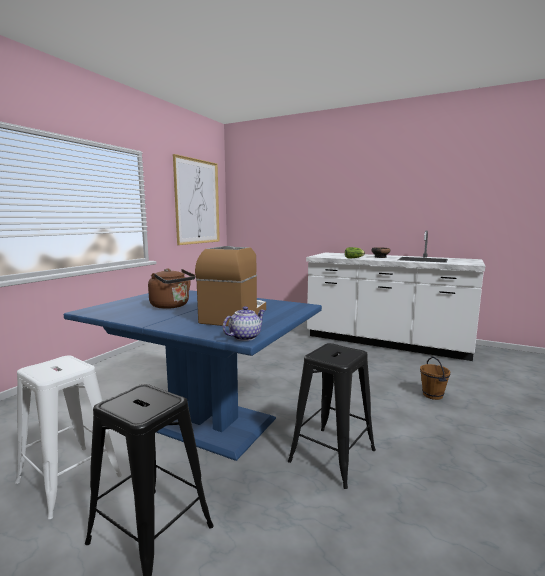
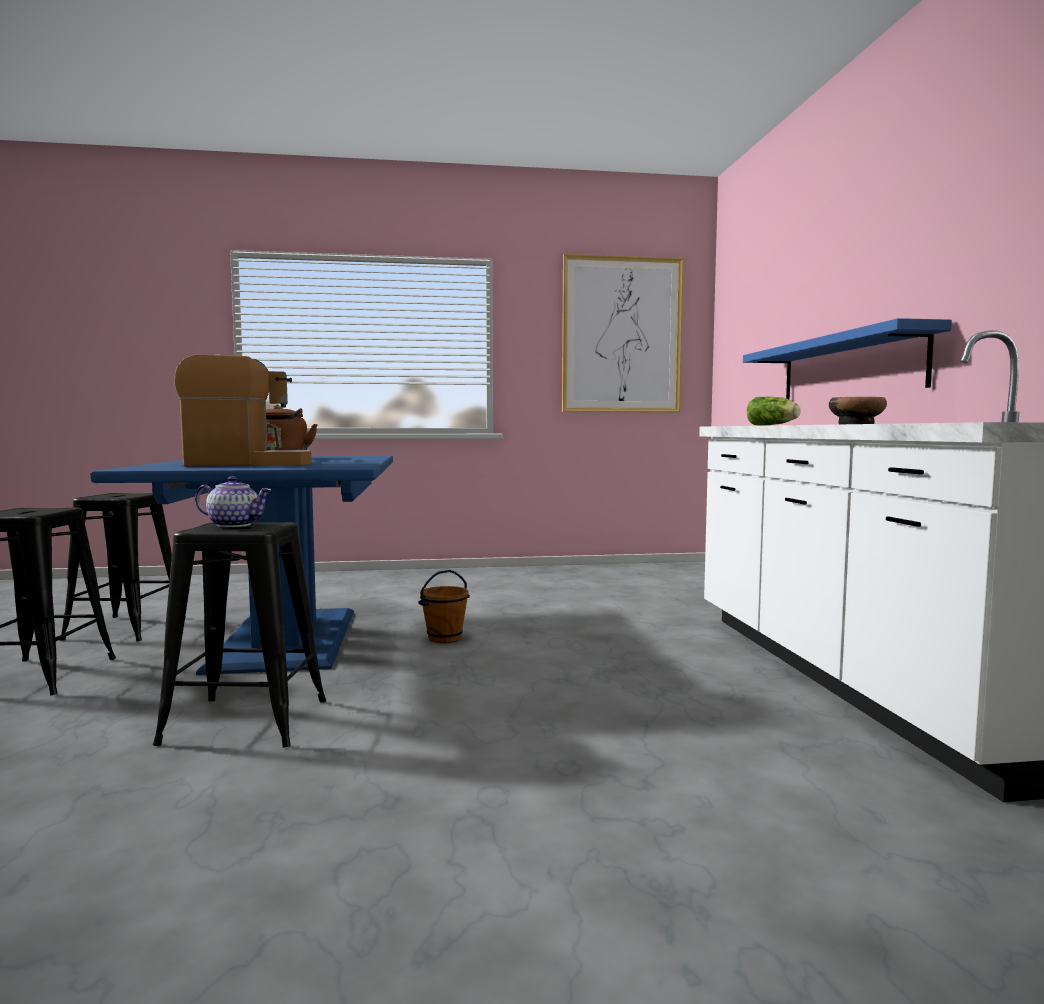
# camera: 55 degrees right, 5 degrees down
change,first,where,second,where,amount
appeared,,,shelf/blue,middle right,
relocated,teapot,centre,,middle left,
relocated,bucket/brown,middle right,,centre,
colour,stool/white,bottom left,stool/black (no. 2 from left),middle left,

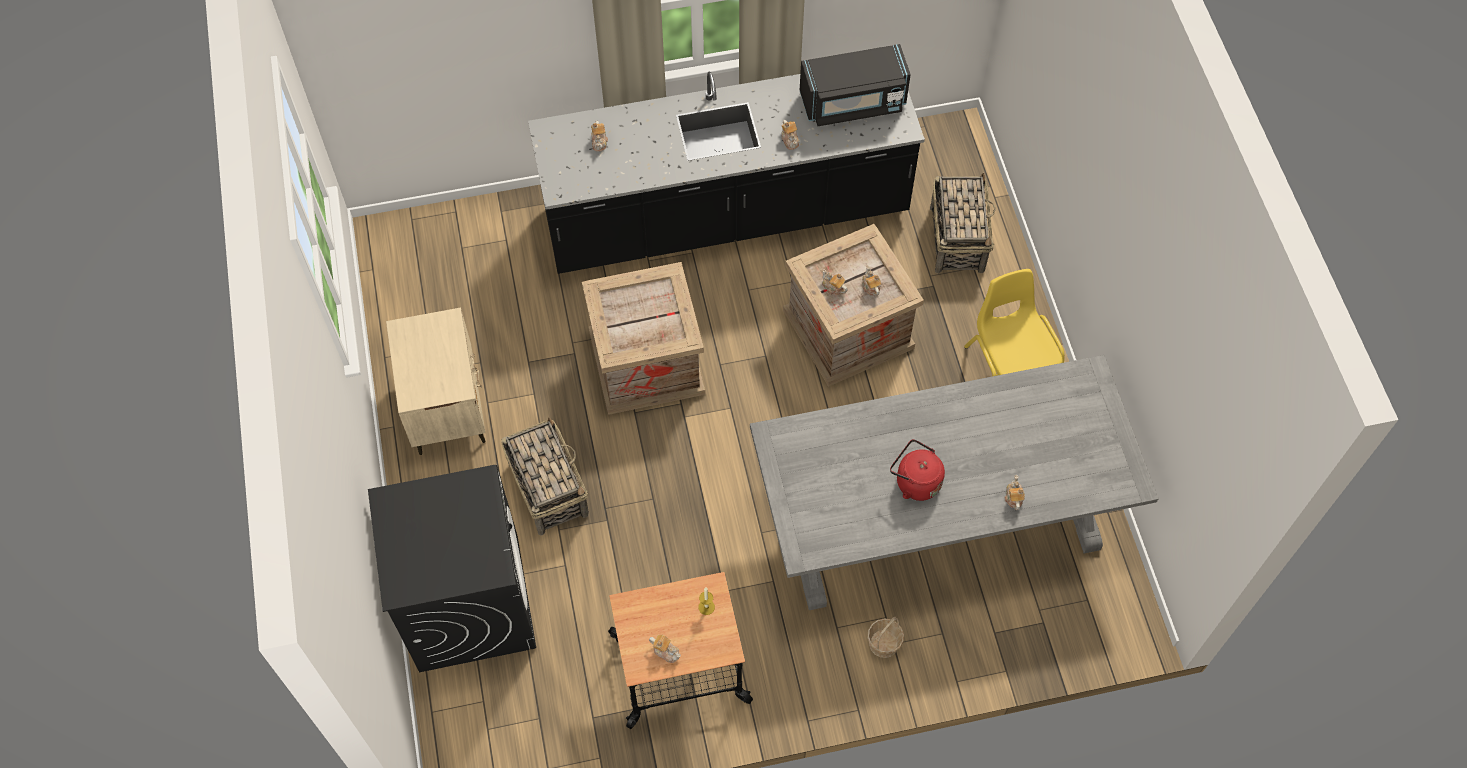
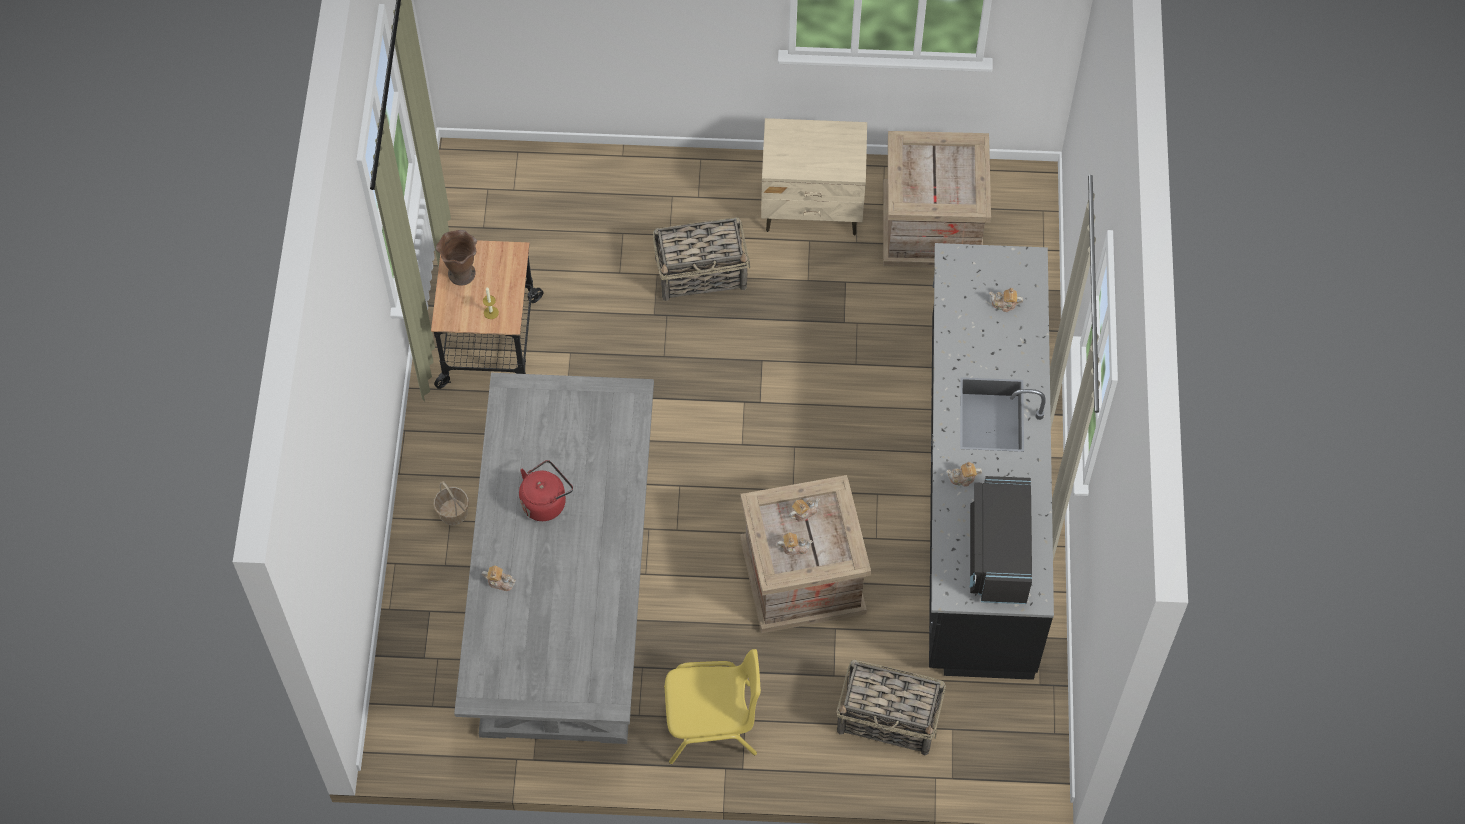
# camera: 105 degrees right, 0 degrees up
change,first,where,second,where,amount
missing,washing machine/black,bottom left,,,
relocated,crate (no. 1 from left in the first image),centre,crate (no. 2 from left),top centre,
exchanged,teapot (no. 2 from left),bottom centre,vase/brown,top left,

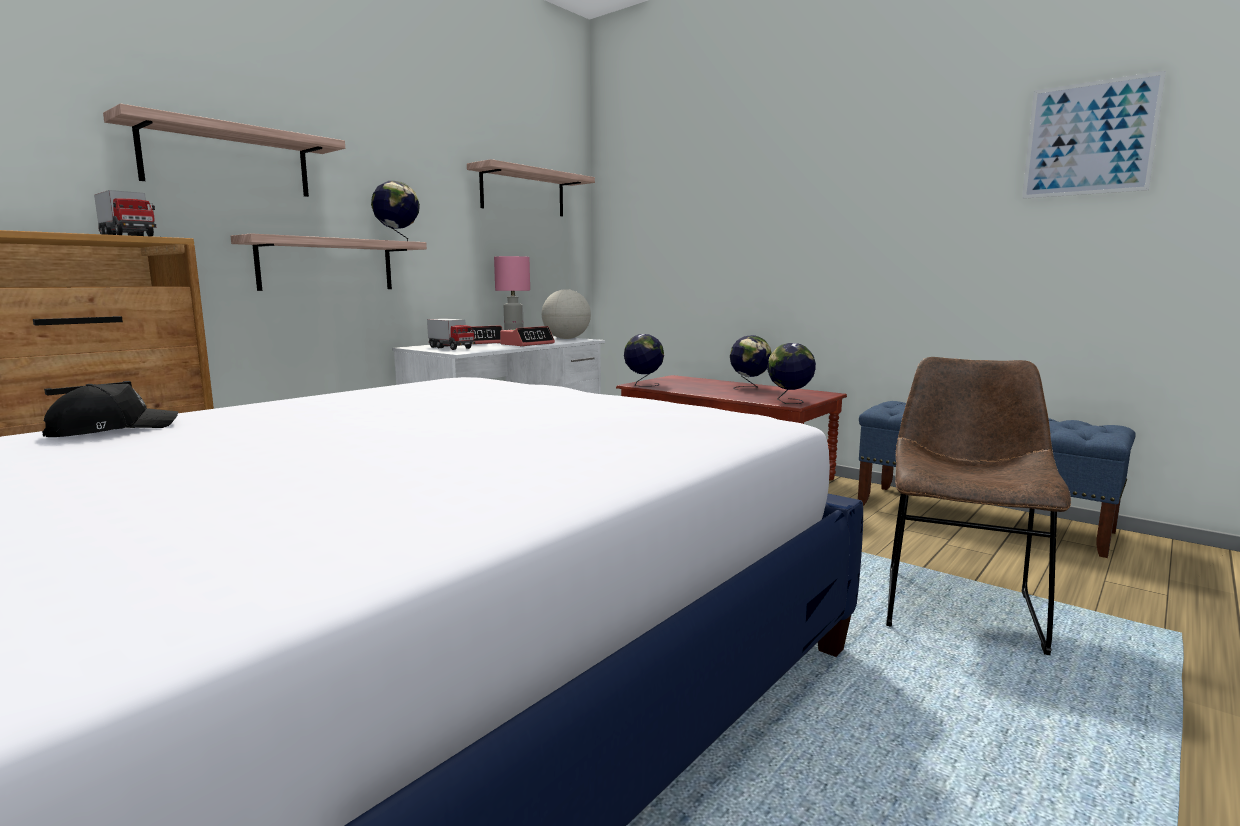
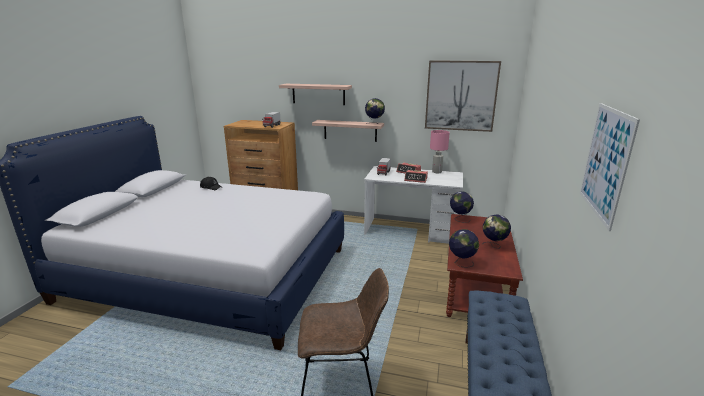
# camera: 65 degrees right, 10 degrees up
change,first,where,second,where,amount
missing,globe (no. 2 from left),centre,,,
exchanged,shelf (no. 3 from left),top centre,picture (no. 1 from left),top centre,

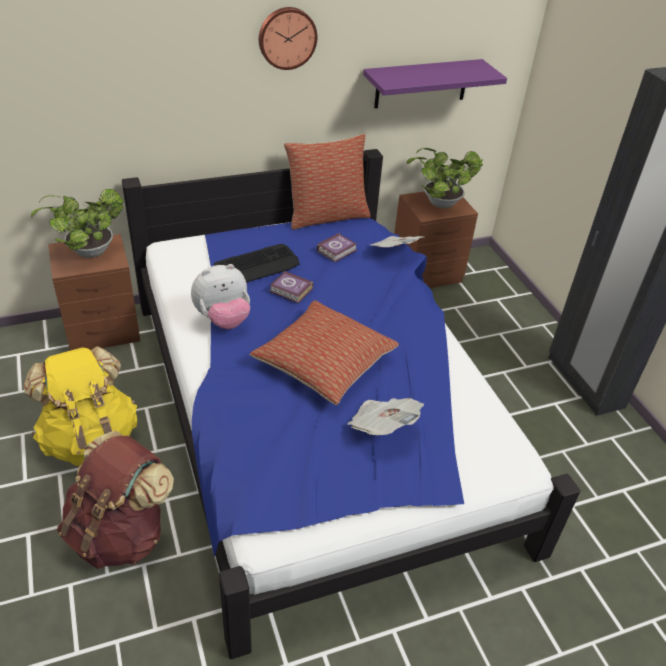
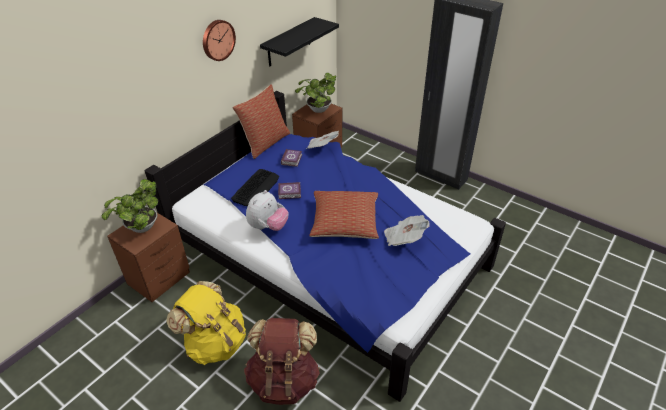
# camera: 30 degrees left, 0 degrees up
change,first,where,second,where,amount
colour,shelf/purple,top centre,shelf/black,top centre,

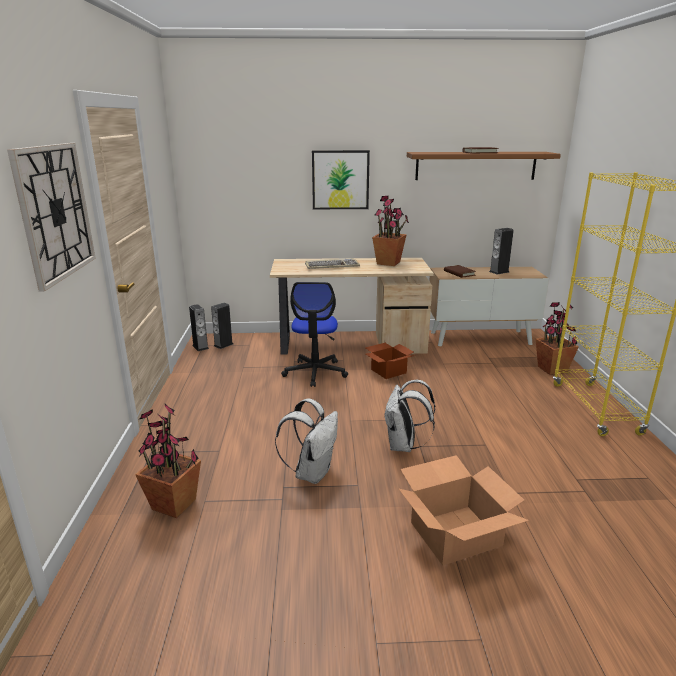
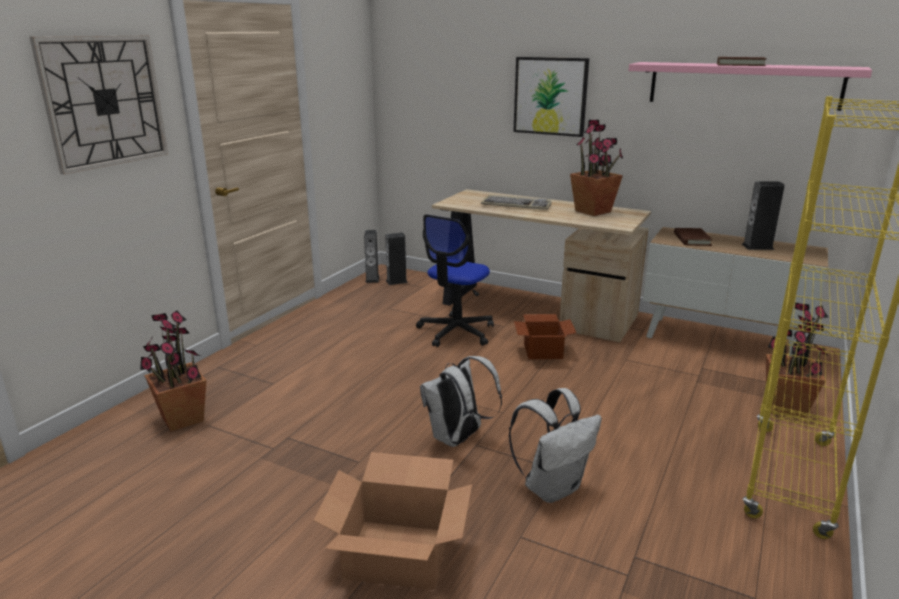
# camera: 30 degrees right, 0 degrees up
change,first,where,second,where,amount
relocated,backpack/white (no. 1 from left in the first image),centre,backpack/white (no. 2 from left),bottom centre,
colour,shelf/brown,top right,shelf/pink,top right,

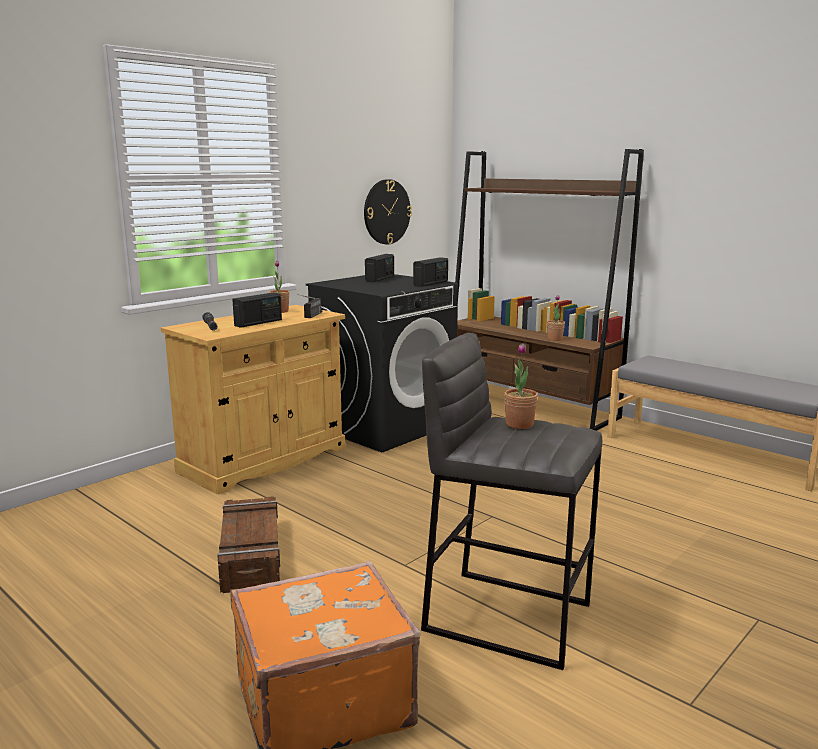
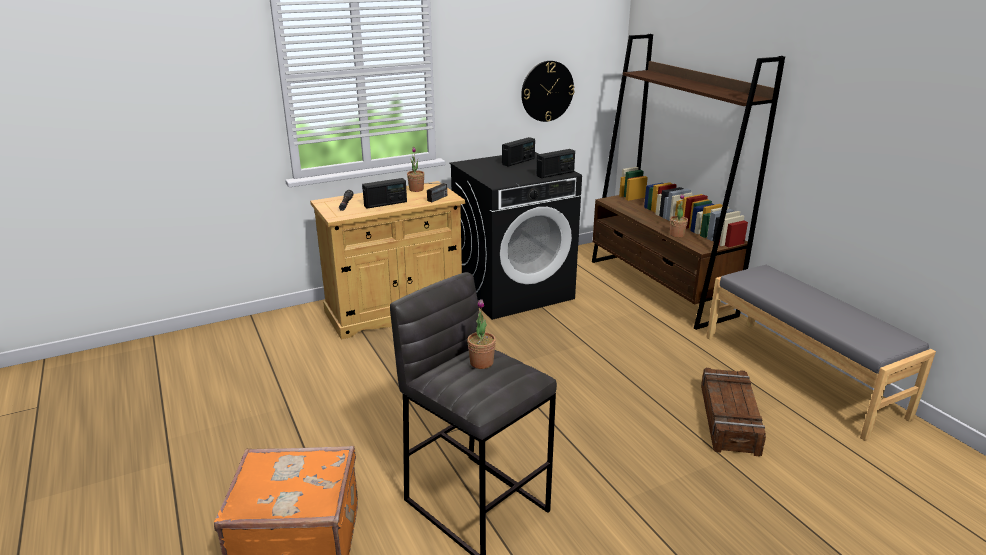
# camera: 20 degrees right, 10 degrees up
change,first,where,second,where,amount
relocated,crate,bottom left,,bottom right,

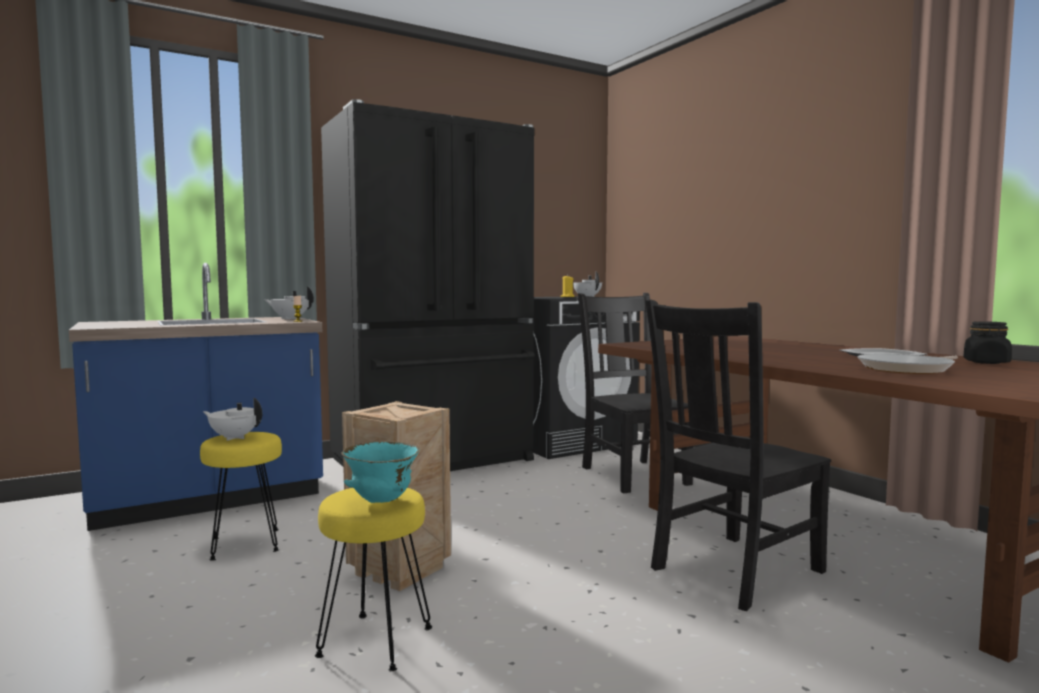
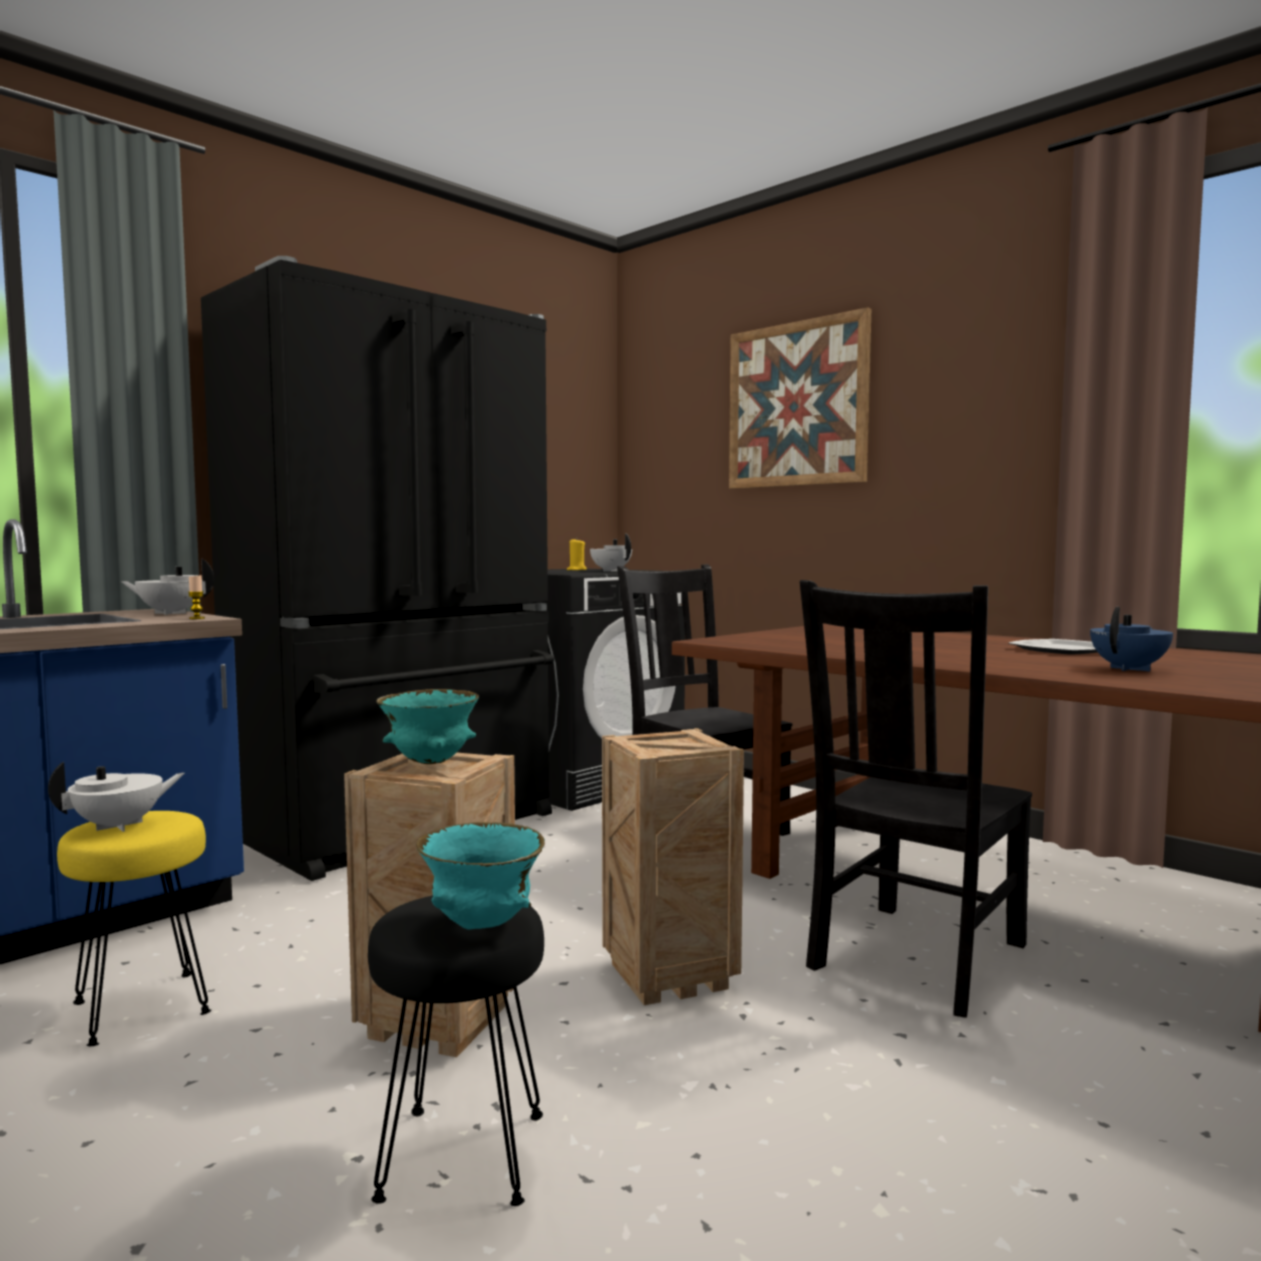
# camera: 15 degrees left, 0 degrees up
change,first,where,second,where,amount
missing,jar/black,middle right,,,
appeared,,,bowl/turquoise (no. 1 from left),centre,
appeared,,,crate (no. 2 from left),bottom centre,
appeared,,,picture,top centre,
exchanged,frying pan,middle right,teapot/blue,middle right,
colour,stool/yellow (no. 2 from left),bottom centre,stool/black,bottom centre,
spun,teapot/white (no. 1 from left),middle left,,middle left,135 degrees clockwise

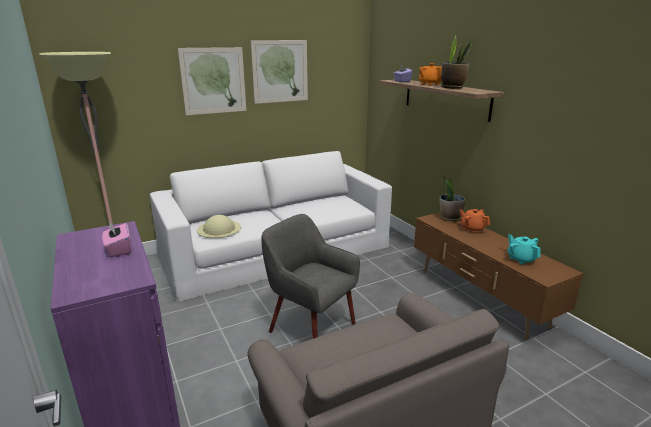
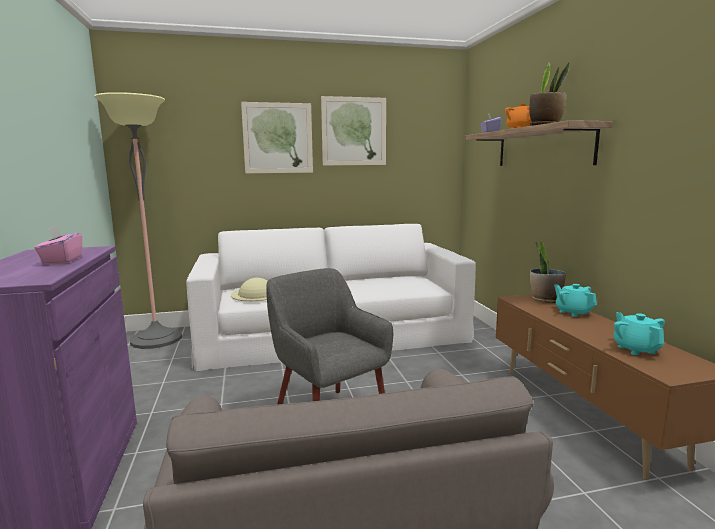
# camera: 15 degrees right, 10 degrees down
change,first,where,second,where,amount
colour,teapot/orange (no. 2 from left),middle right,teapot/turquoise (no. 1 from left),middle right,

